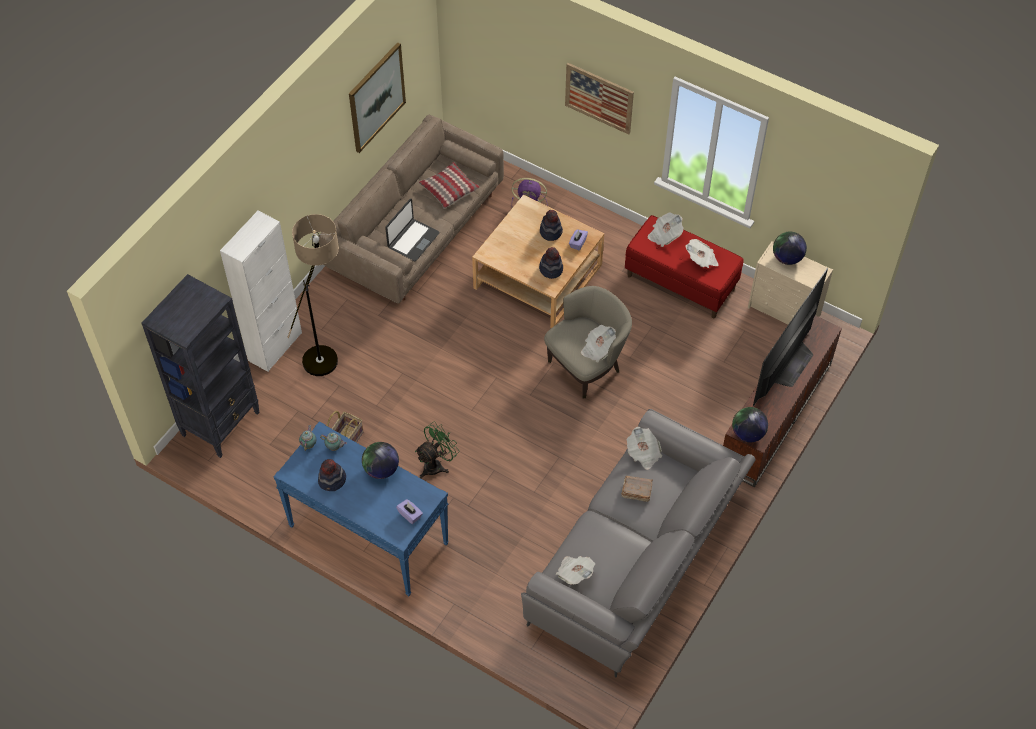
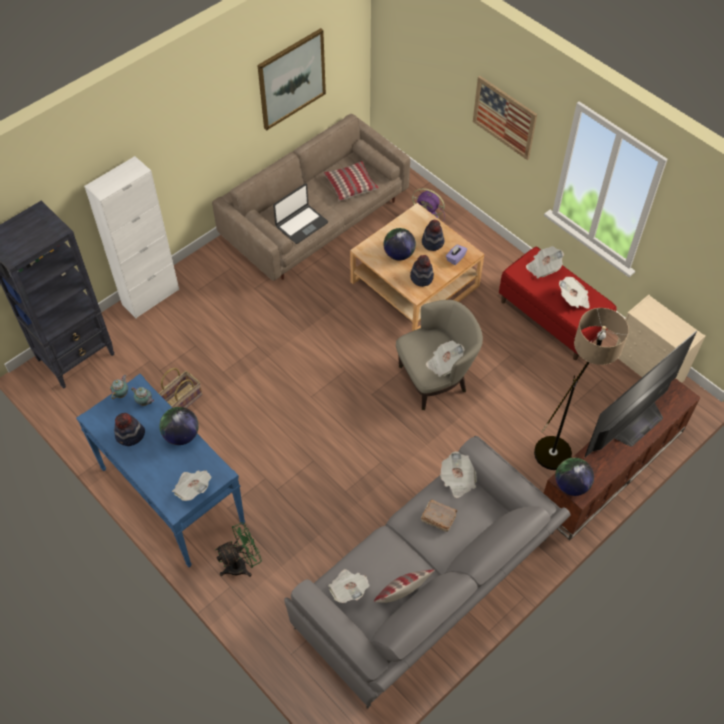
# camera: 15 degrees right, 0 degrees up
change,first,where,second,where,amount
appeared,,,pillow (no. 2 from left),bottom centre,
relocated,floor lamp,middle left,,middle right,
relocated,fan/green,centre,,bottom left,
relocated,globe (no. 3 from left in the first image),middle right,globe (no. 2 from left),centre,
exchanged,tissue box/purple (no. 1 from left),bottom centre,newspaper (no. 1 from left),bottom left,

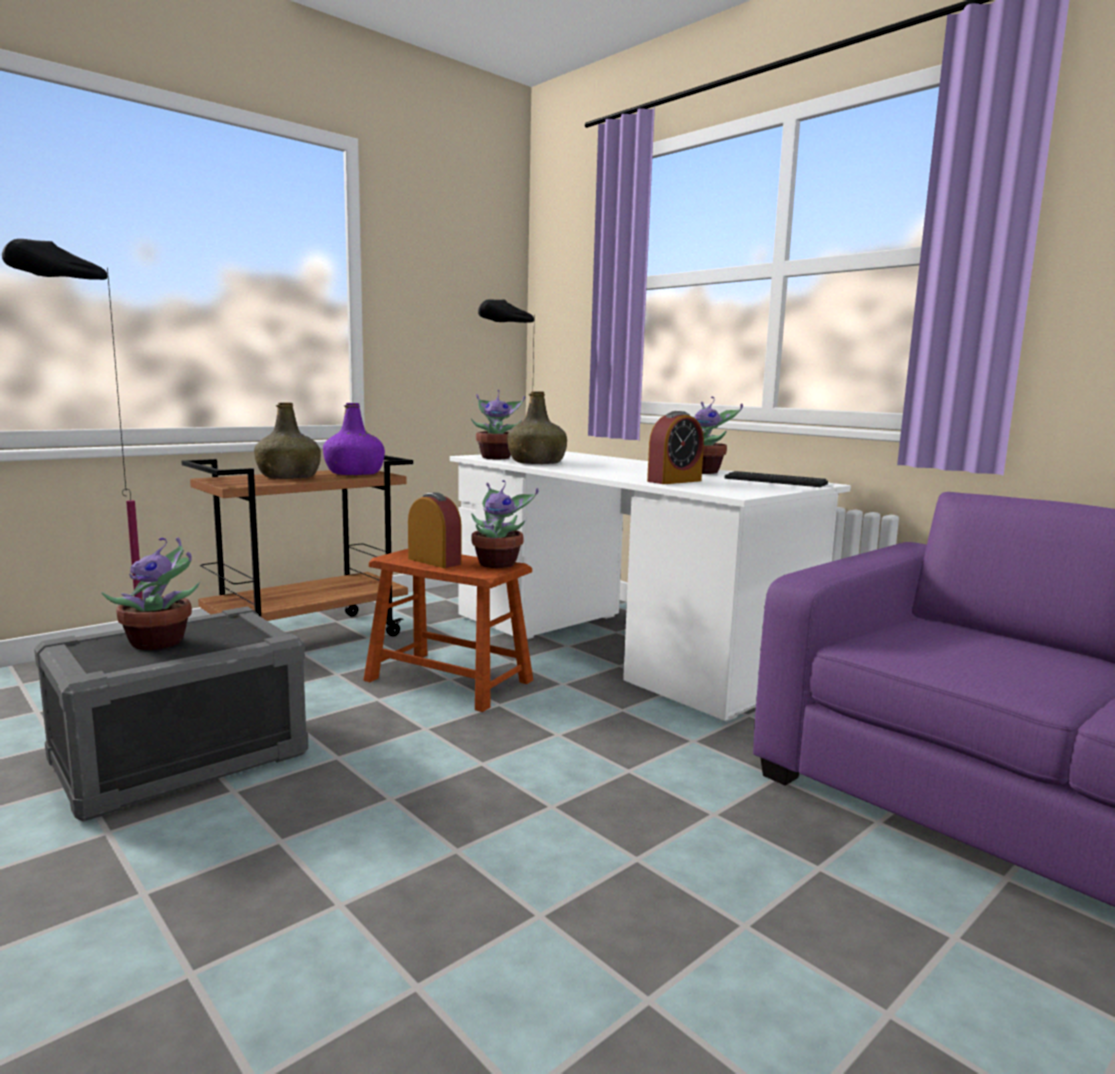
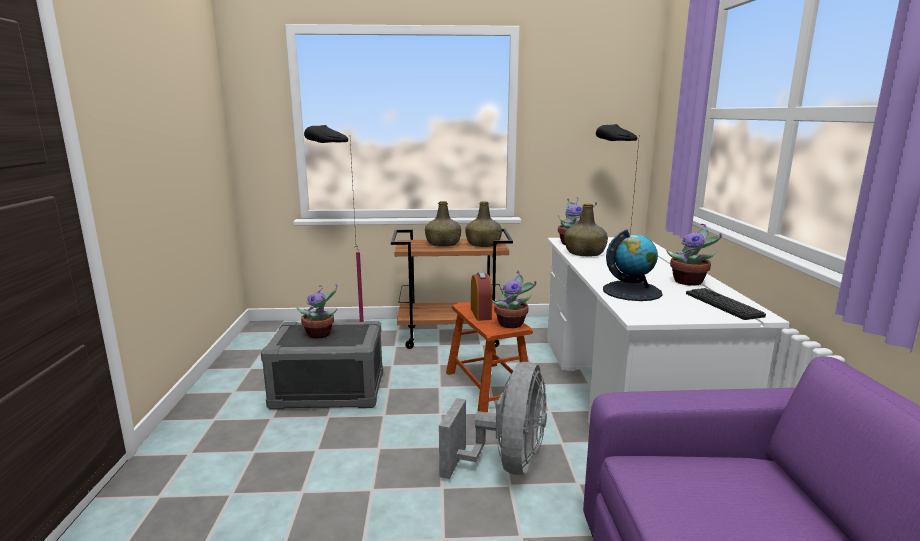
# camera: 40 degrees right, 5 degrees up
change,first,where,second,where,amount
appeared,,,fan/grey,bottom centre,
exchanged,alarm clock (no. 2 from left),centre,globe,middle right,
colour,bottle/purple,middle left,bottle/green (no. 2 from left),centre,

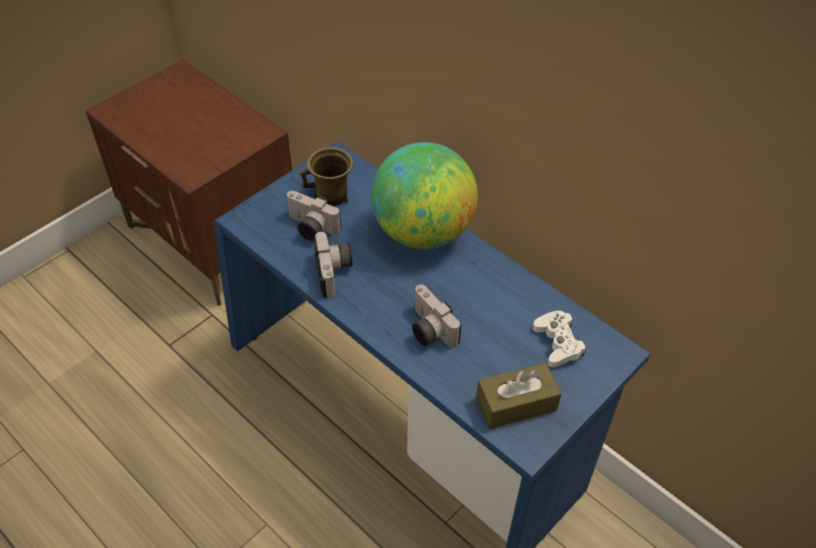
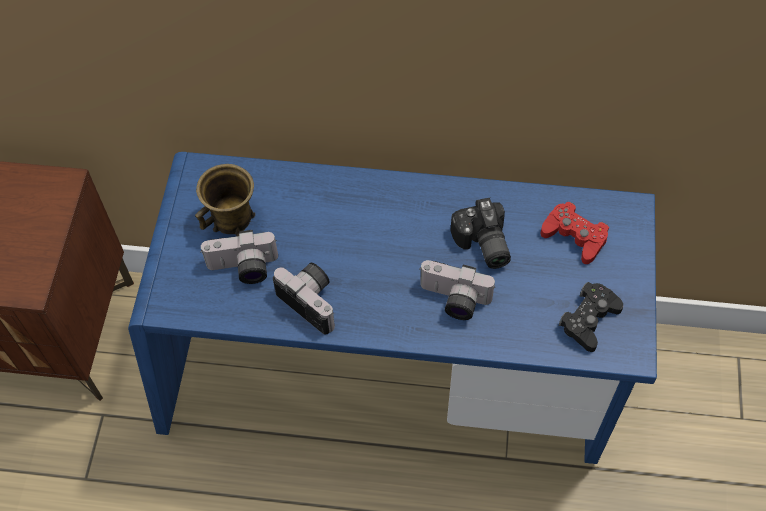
# camera: 35 degrees left, 10 degrees up
change,first,where,second,where,amount
missing,globe,centre,,,
appeared,,,photo camera (no. 4 from left),centre,
exchanged,tissue box/brown,bottom centre,game controller/black,middle right,
colour,game controller/white,middle right,game controller/red,middle right,

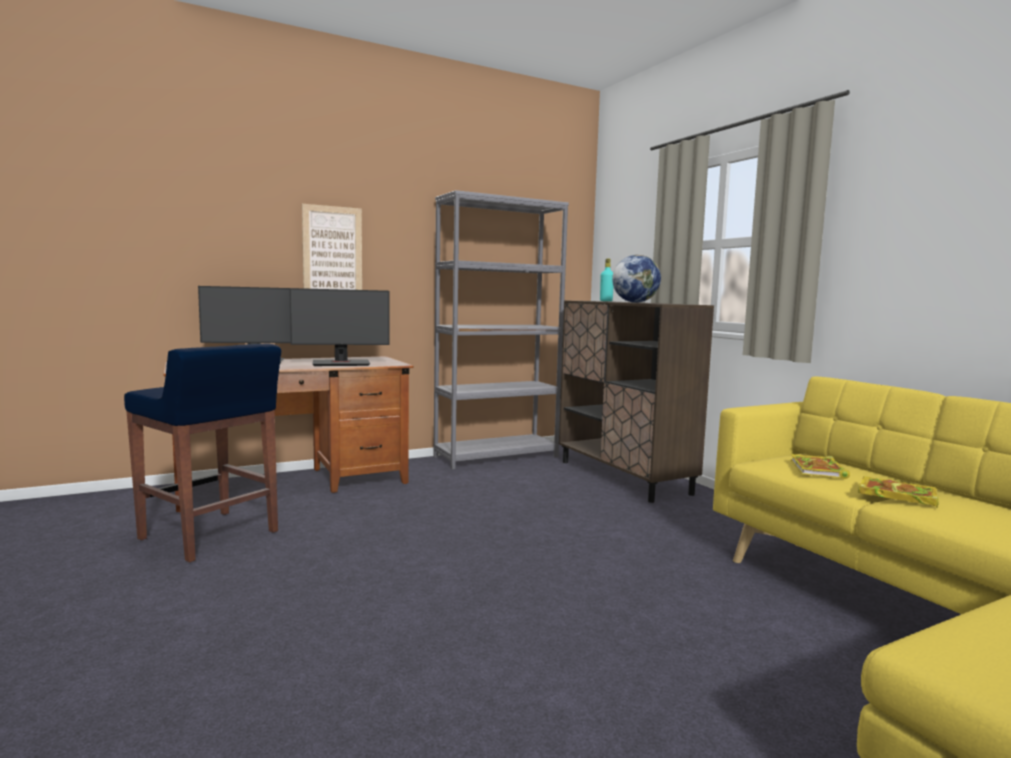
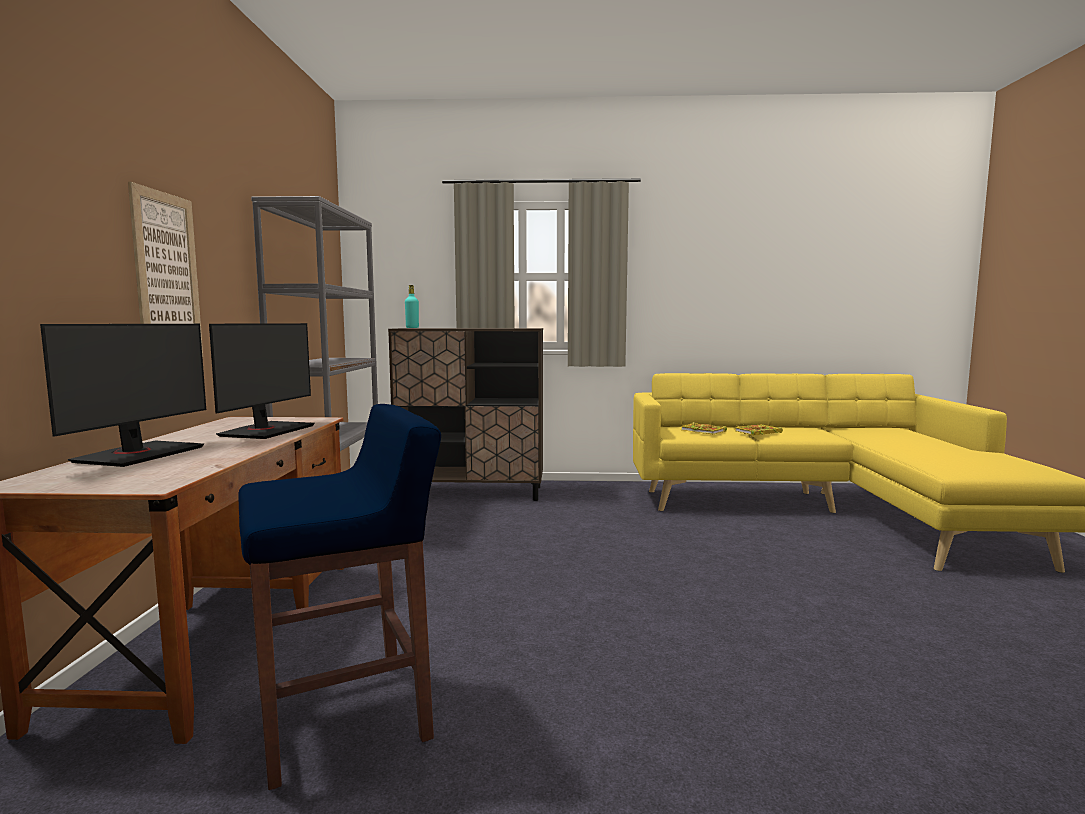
# camera: 60 degrees left, 0 degrees up
change,first,where,second,where,amount
missing,globe,centre,,,

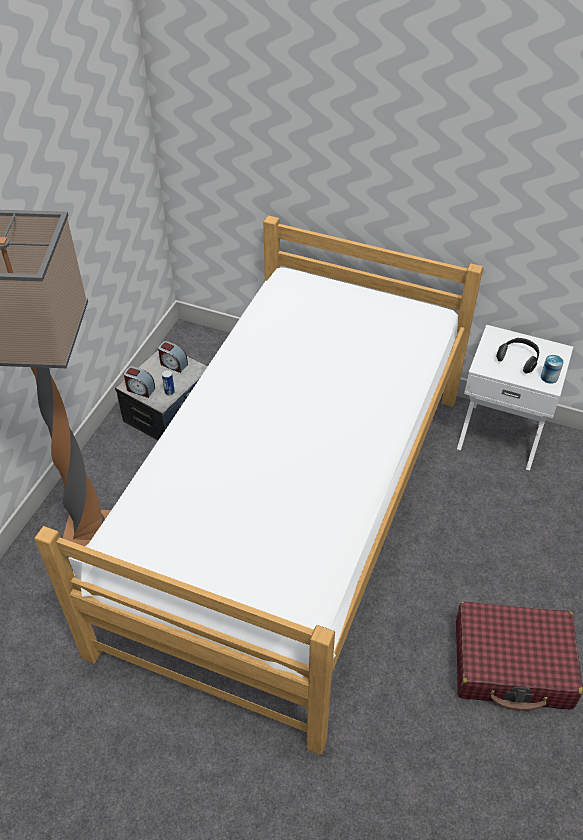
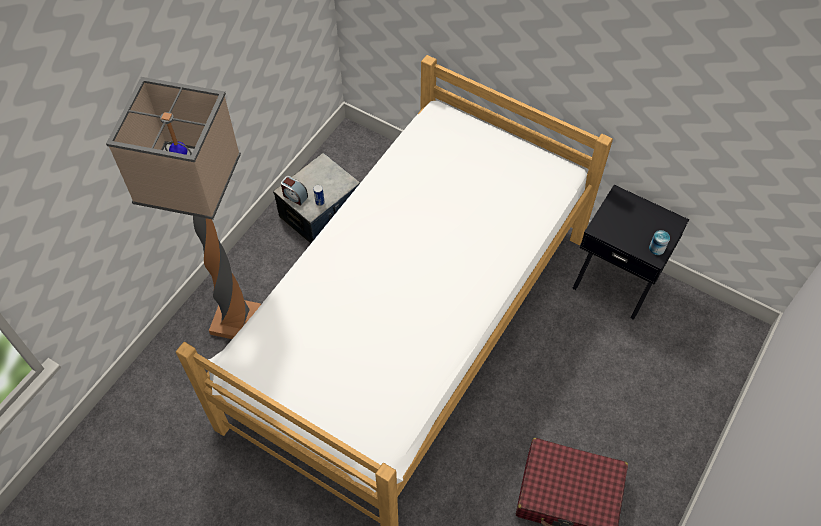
# camera: 10 degrees right, 10 degrees up
change,first,where,second,where,amount
missing,alarm clock (no. 2 from left),middle left,,,
missing,headphones,middle right,,,
colour,nightstand/white,middle right,nightstand/black,middle right,

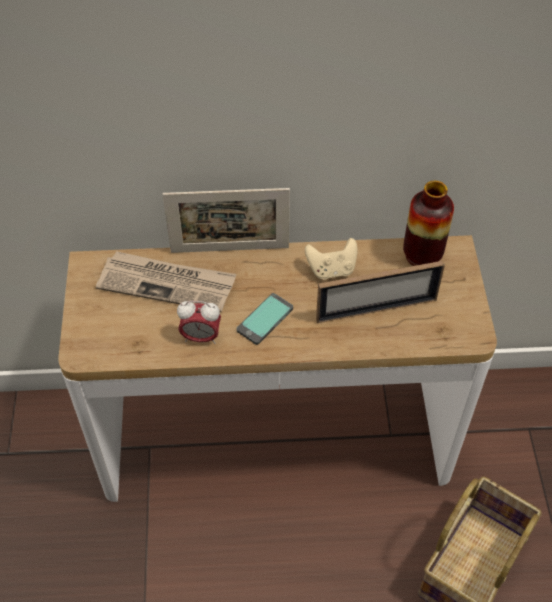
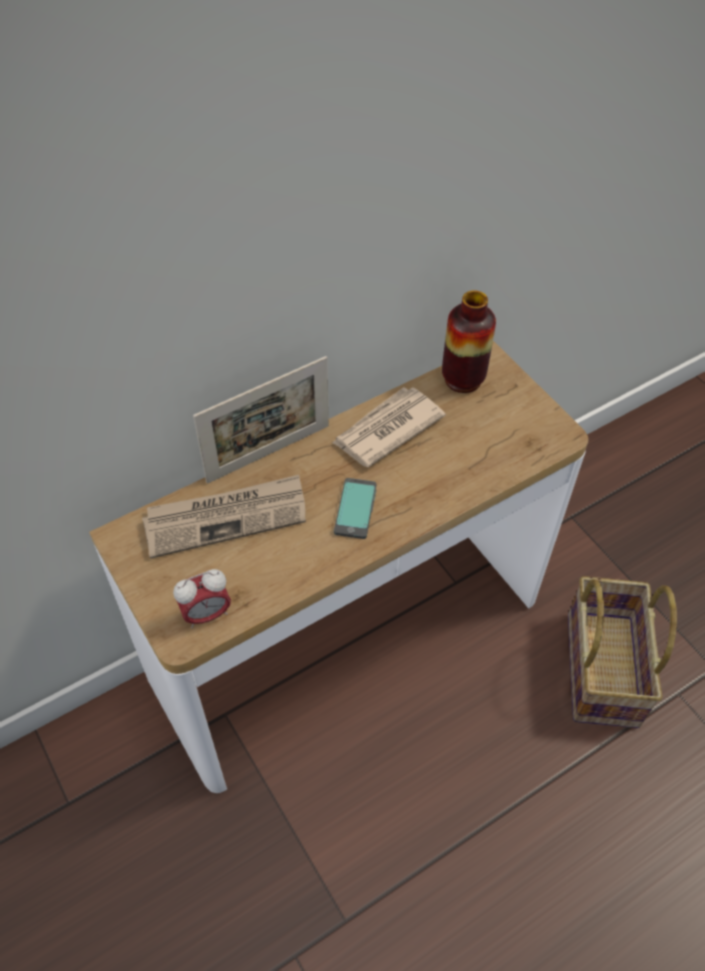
# camera: 30 degrees left, 0 degrees up
change,first,where,second,where,amount
missing,picture frame (no. 2 from left),middle right,,,
relocated,alarm clock,centre,,middle left,
exchanged,game controller/beige,centre,newspaper (no. 2 from left),centre,

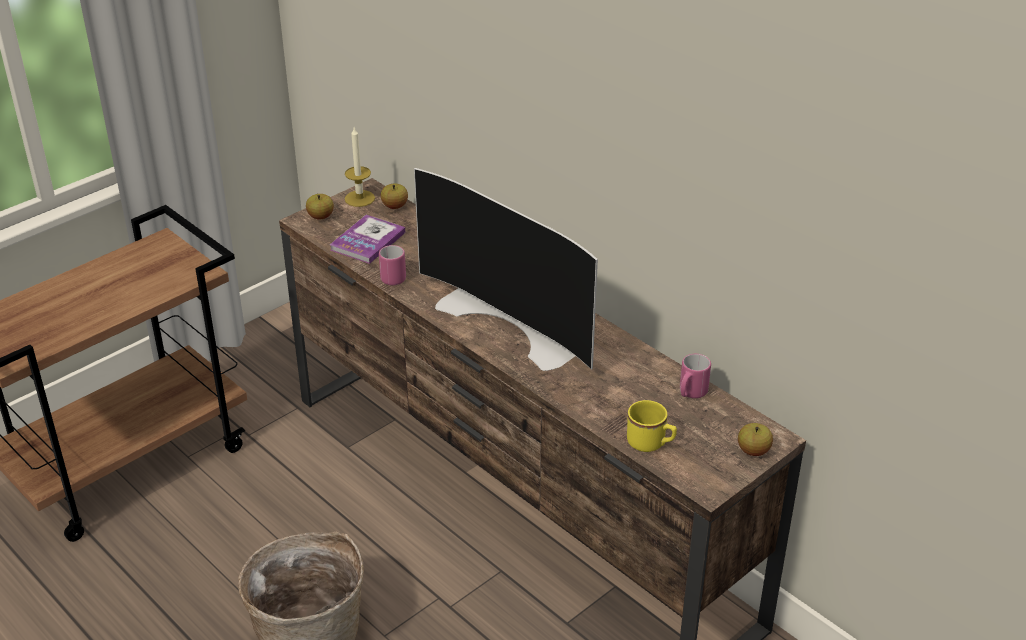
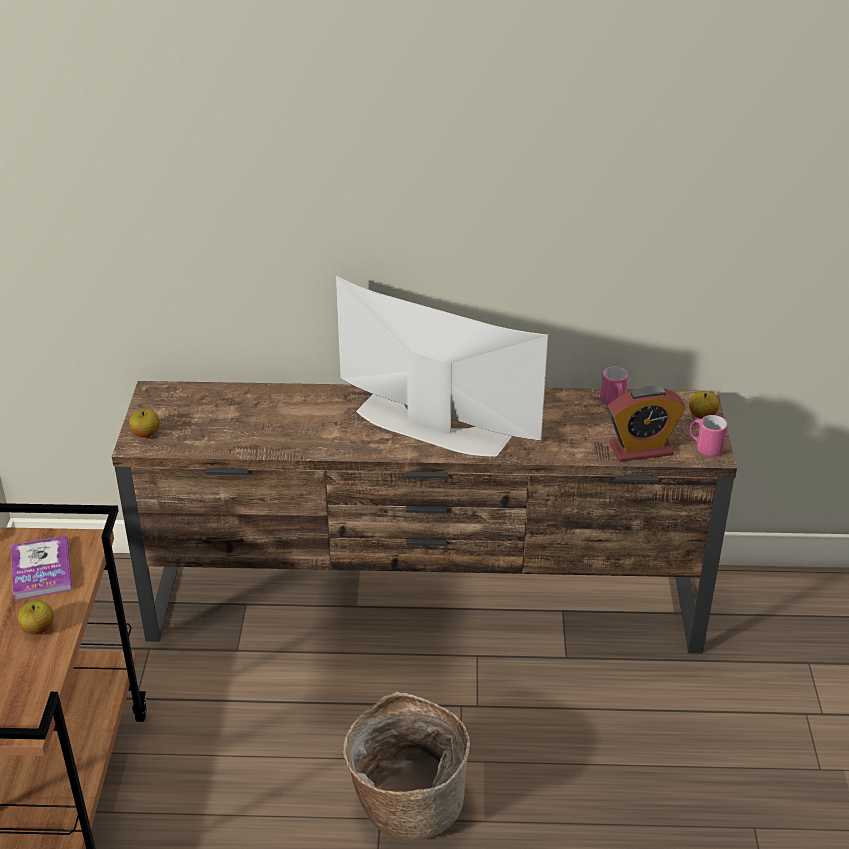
# camera: 45 degrees left, 0 degrees up
change,first,where,second,where,amount
missing,candle,top centre,,,
relocated,book,centre,,bottom left,
relocated,mug/pink (no. 1 from left in the first image),centre,mug/pink (no. 2 from left),middle right,
relocated,apple (no. 2 from left in the first image),top centre,apple (no. 1 from left),bottom left,
exchanged,mug/yellow,centre,alarm clock,middle right,
spun,television,centre,,centre,150 degrees counterclockwise

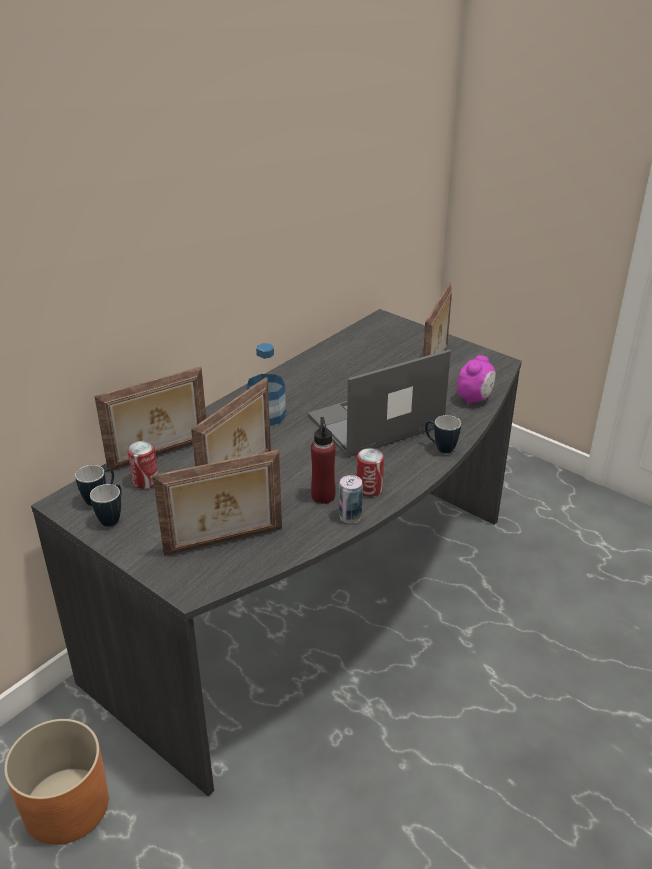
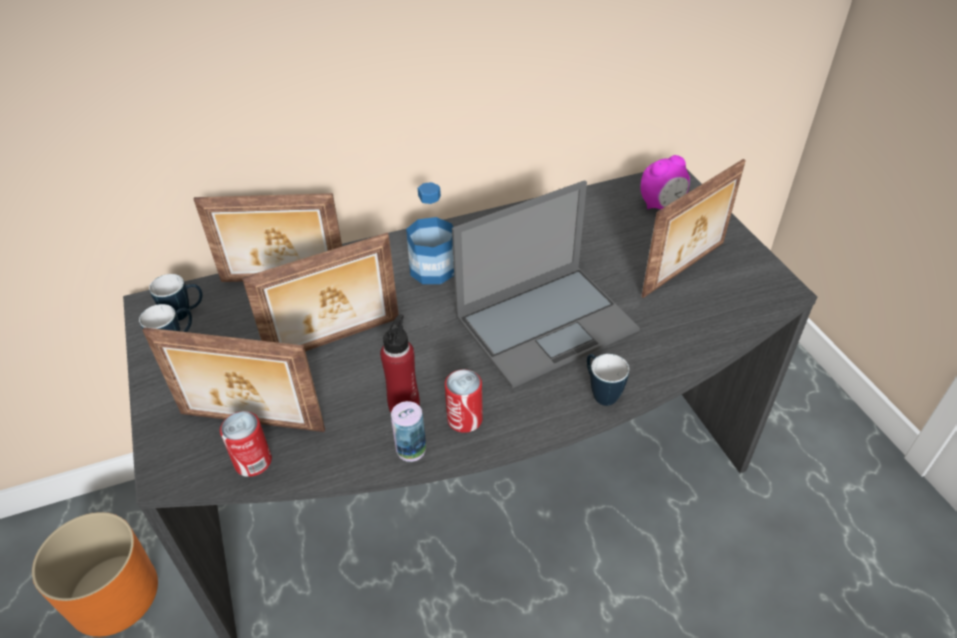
# camera: 30 degrees right, 10 degrees up
change,first,where,second,where,amount
relocated,can (no. 1 from left),middle left,,bottom left,
relocated,alarm clock,middle right,,top right,
spun,laptop,centre,,centre,150 degrees clockwise

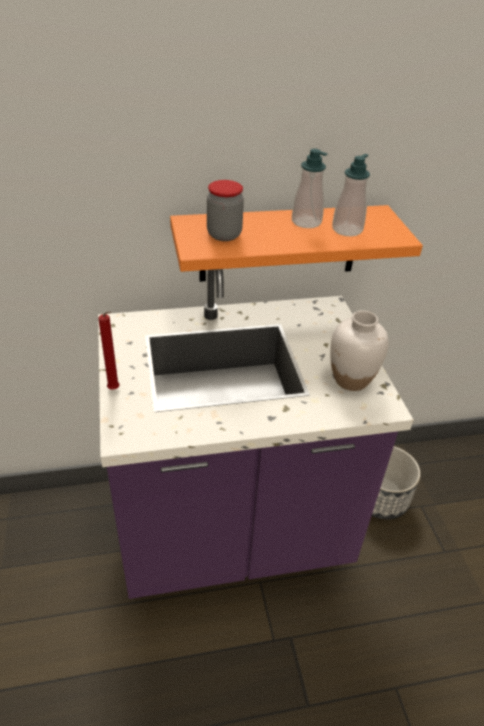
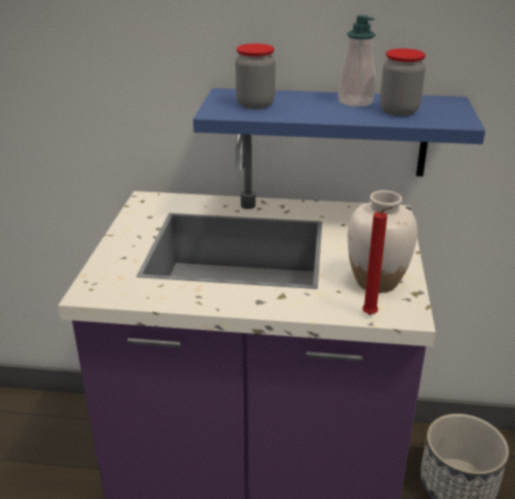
# camera: 20 degrees right, 10 degrees down
change,first,where,second,where,amount
relocated,candle/red,middle left,,middle right,
exchanged,soap dispenser (no. 2 from left),top right,jar (no. 2 from left),top right,
colour,shelf/orange,centre,shelf/blue,top centre,

